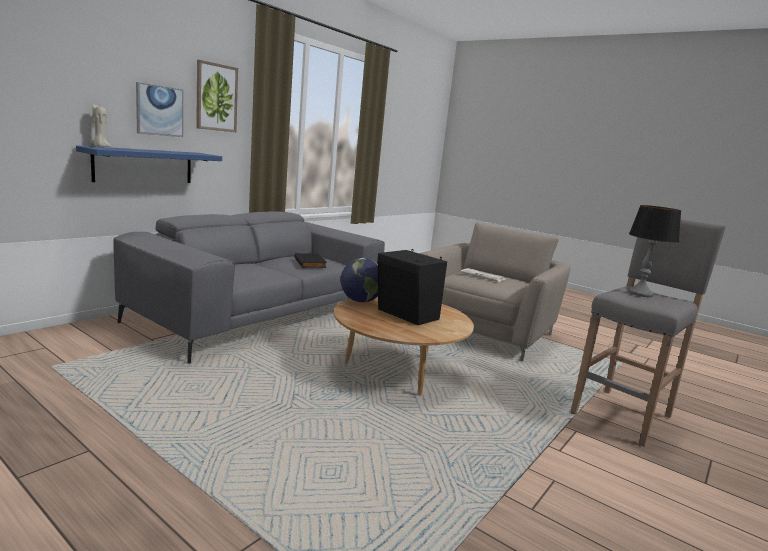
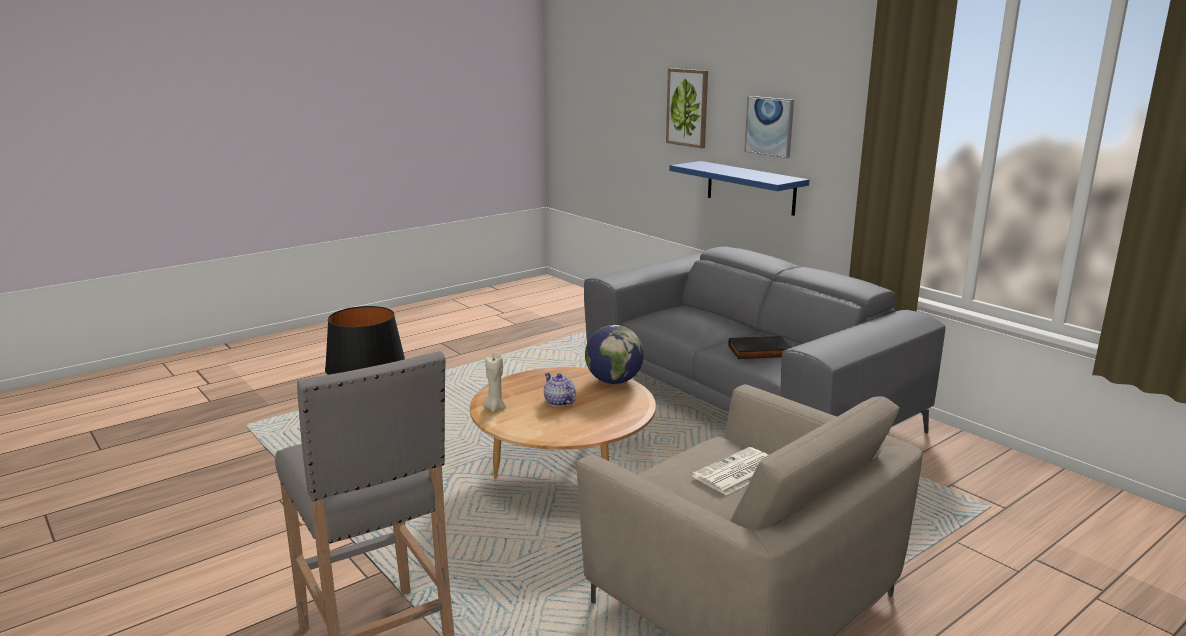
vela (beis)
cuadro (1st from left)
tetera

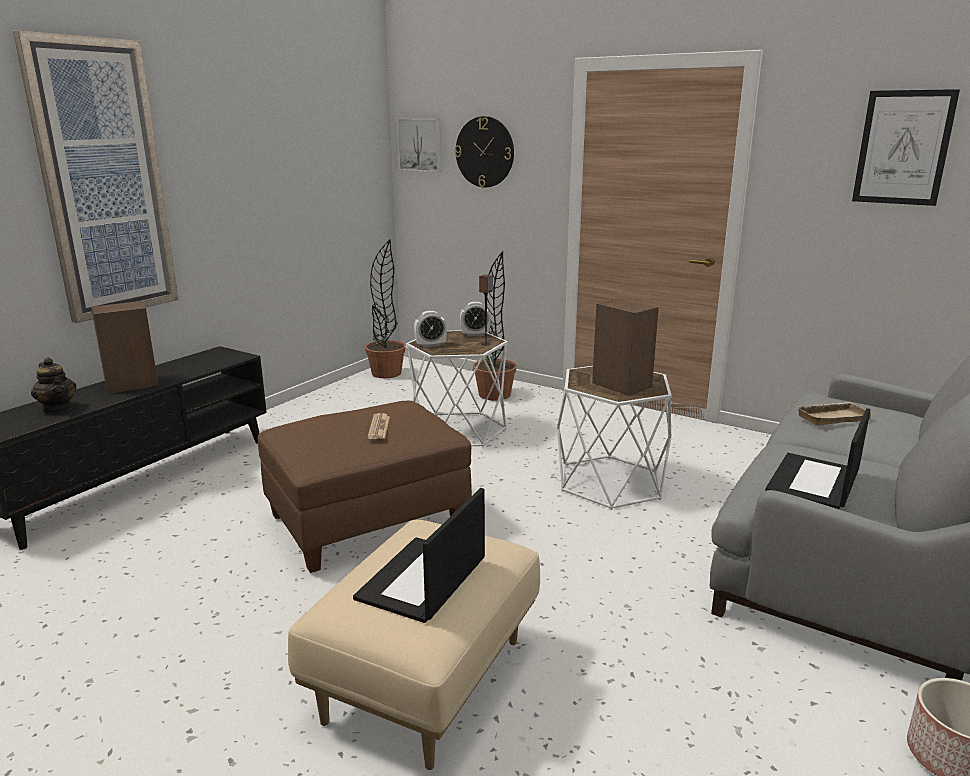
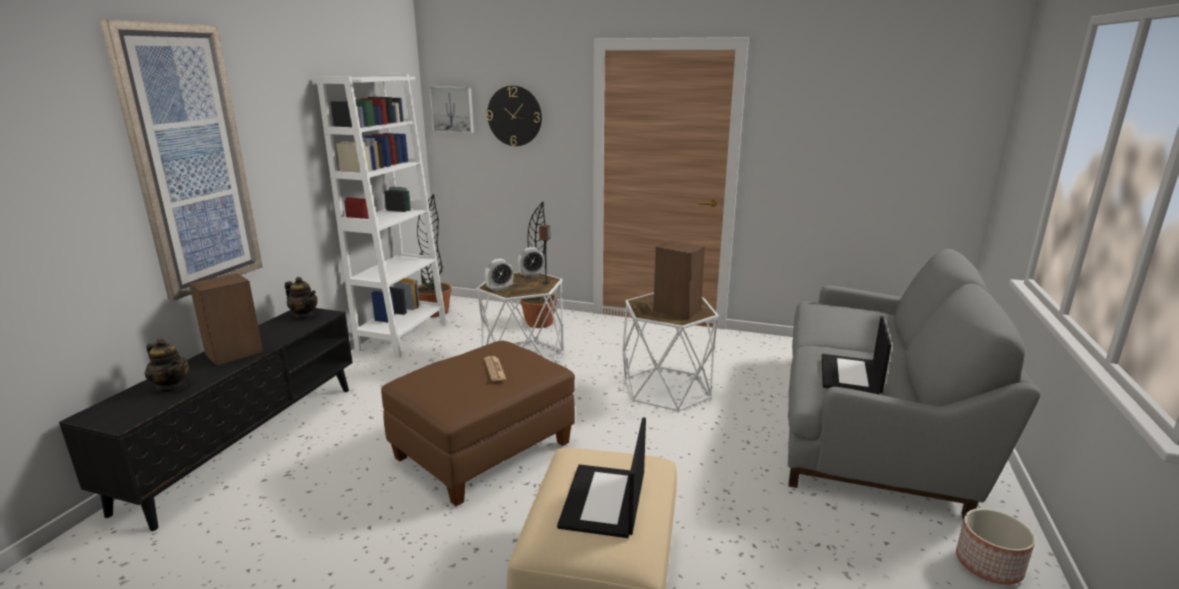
bandeja (beis)
cuadro (3rd from left in the first image)
tetera (2nd from left)
estantería (blanco)

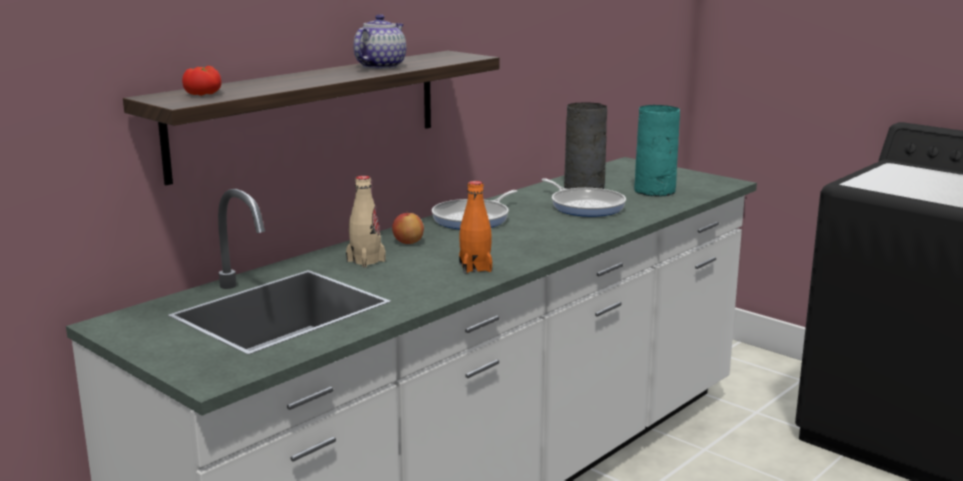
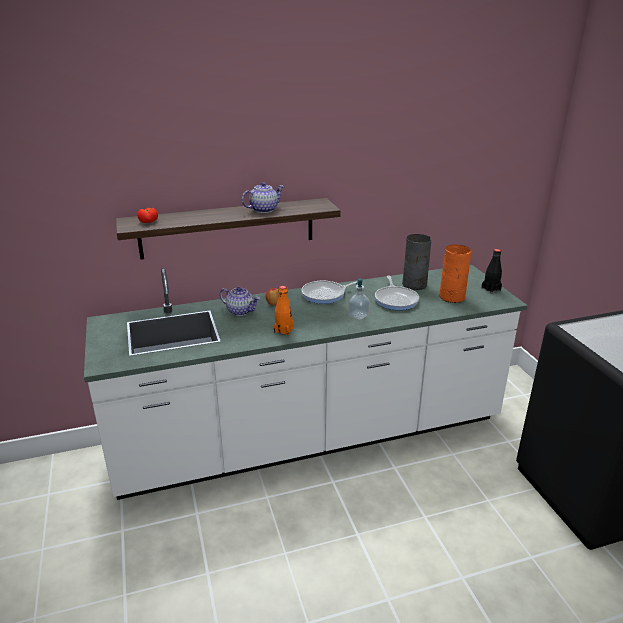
tetera (1st from left)
florero (naranja)
dispensador de jabón
botella (negro)

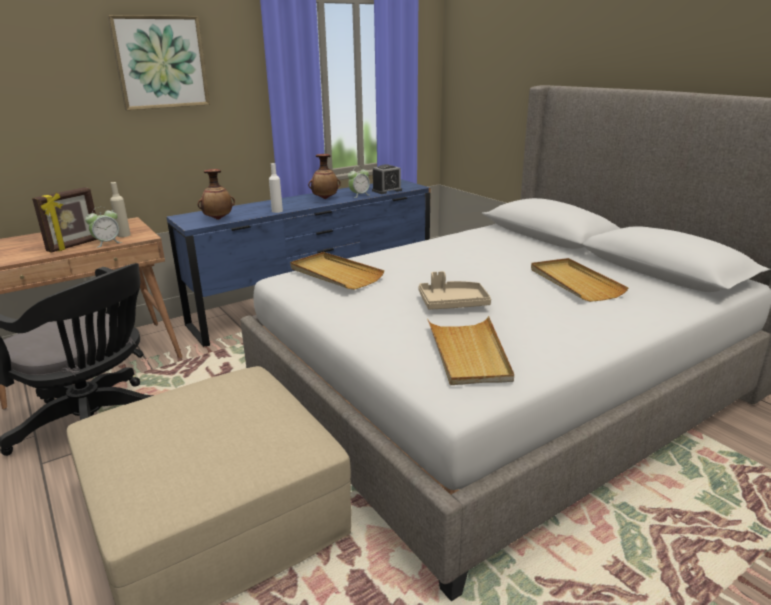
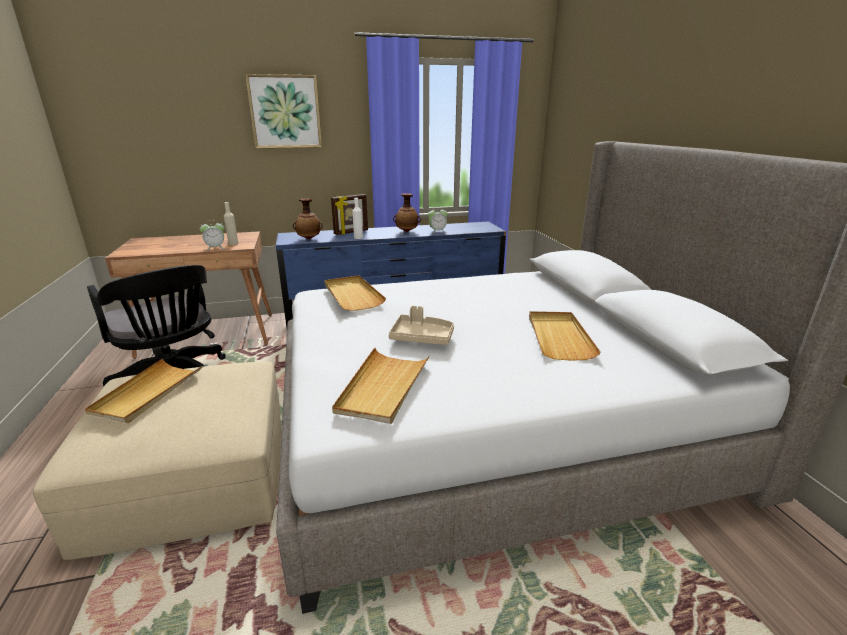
portarretratos
despertador (3rd from left in the first image)
bandeja (beis) (1st from left)

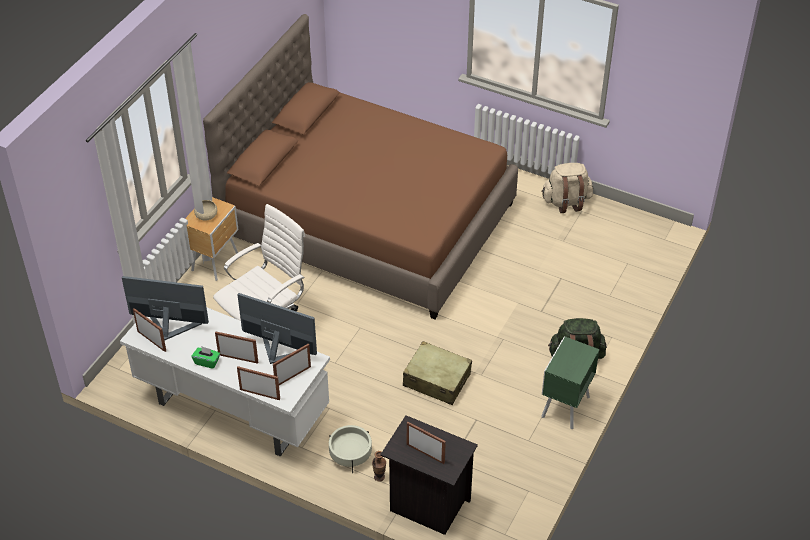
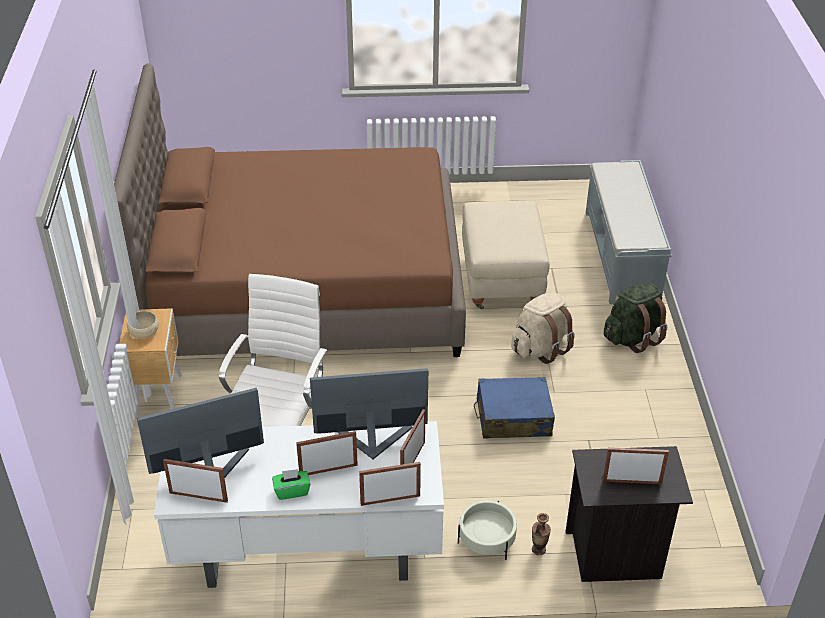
maleta (azul)
mochila (beis)
mesita de noche (verde)
puf (beis)
banco (gris)

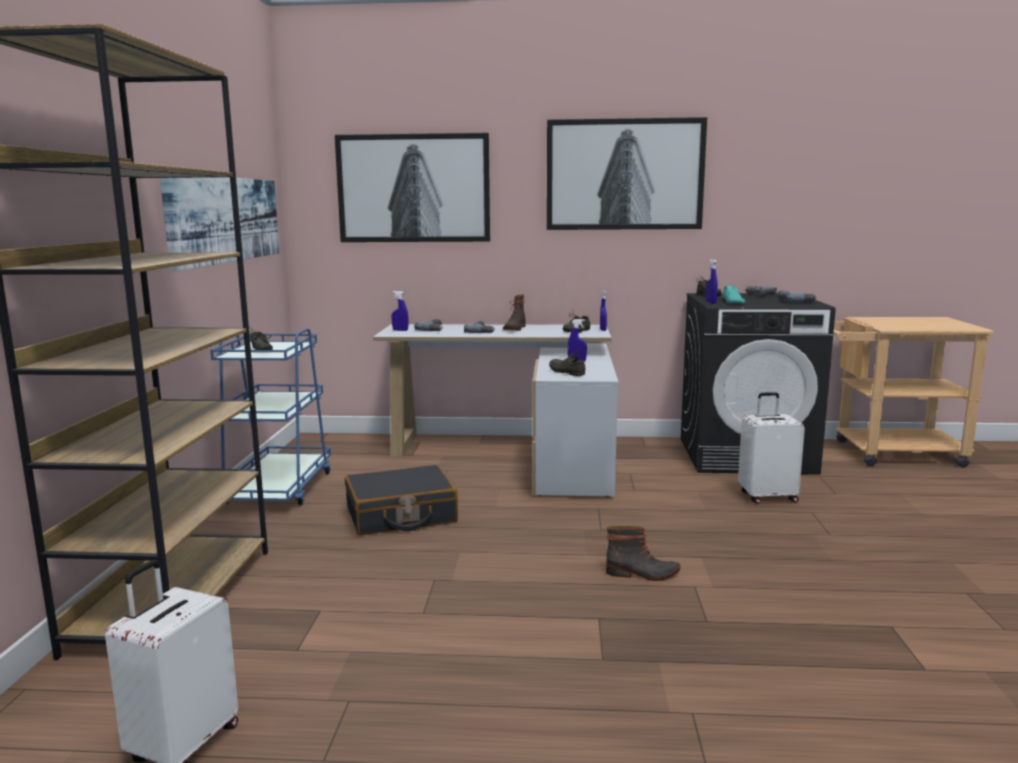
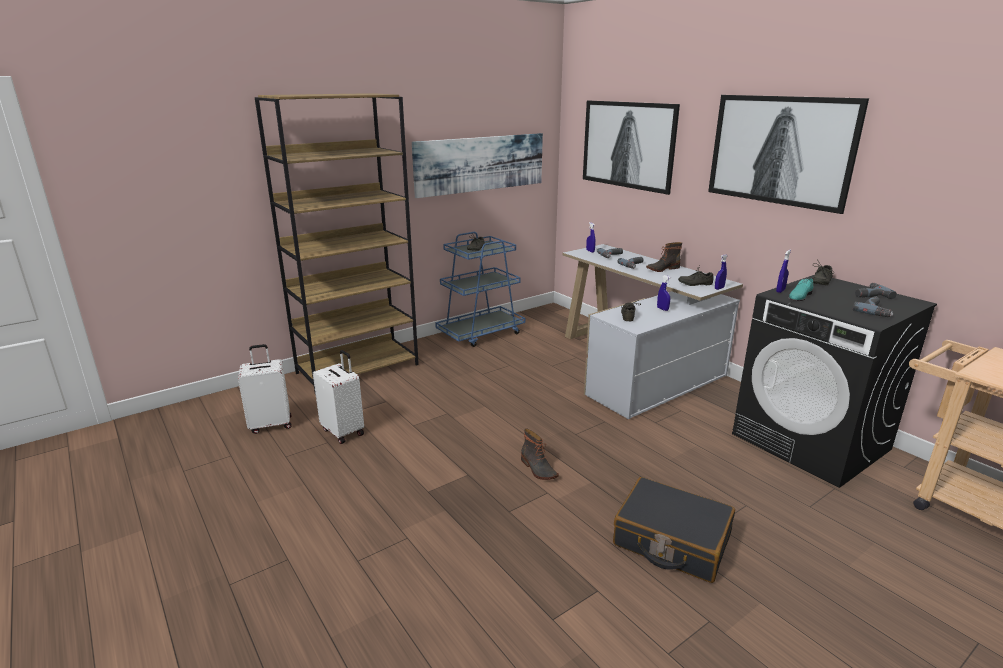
maleta (negro)
maleta (blanco) (2nd from left)

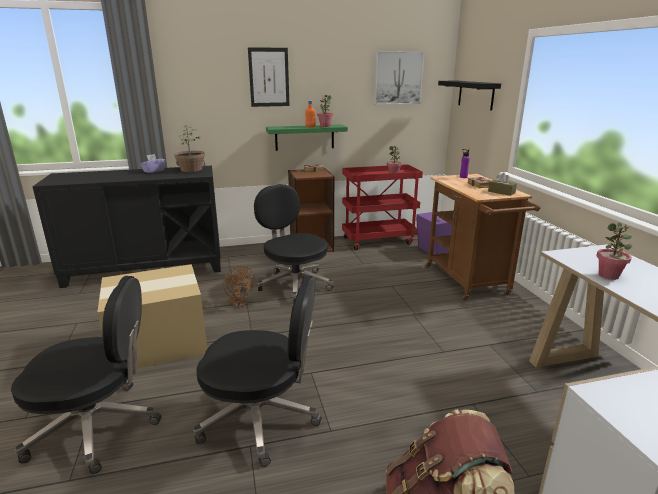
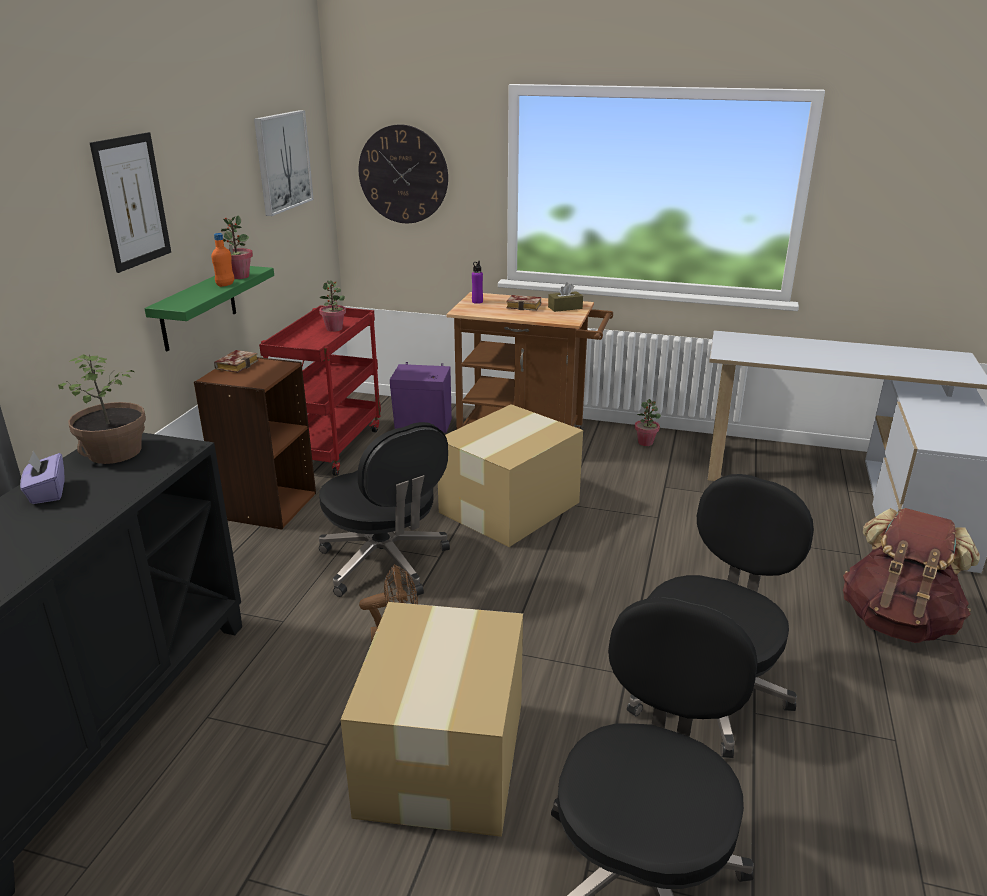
silla de oficina (negro) (1st from left)
reloj de pared
planta en maceta (4th from left)
caja de cartón (2nd from left)

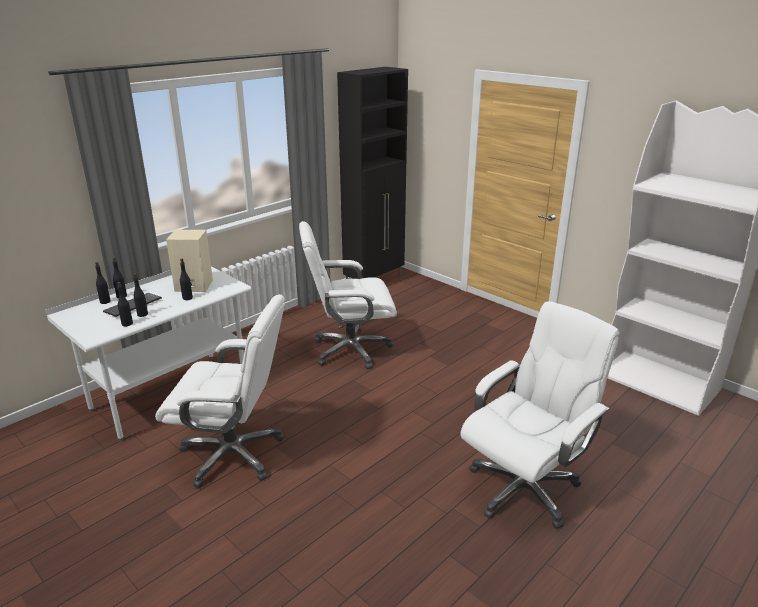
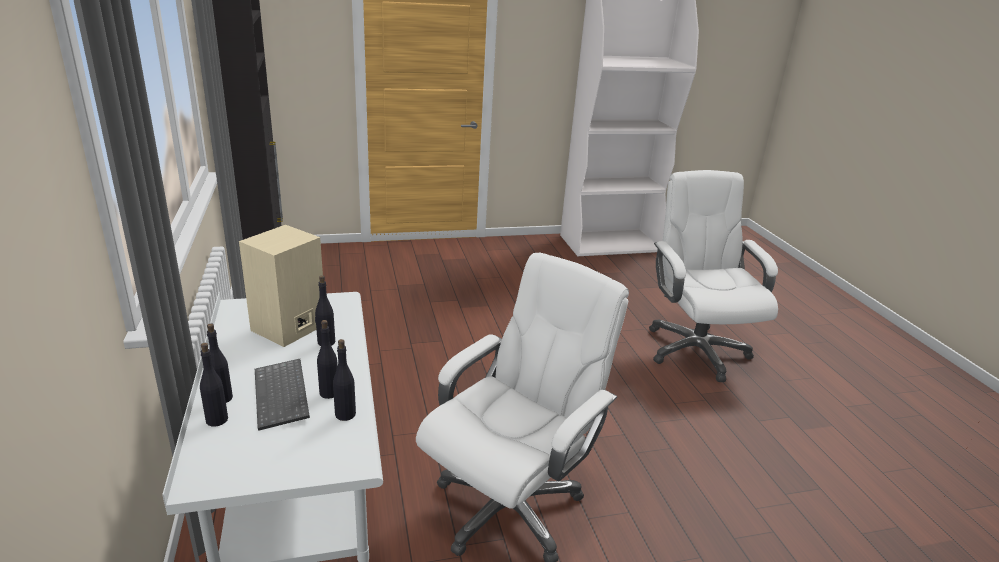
silla de oficina (blanco) (2nd from left in the first image)

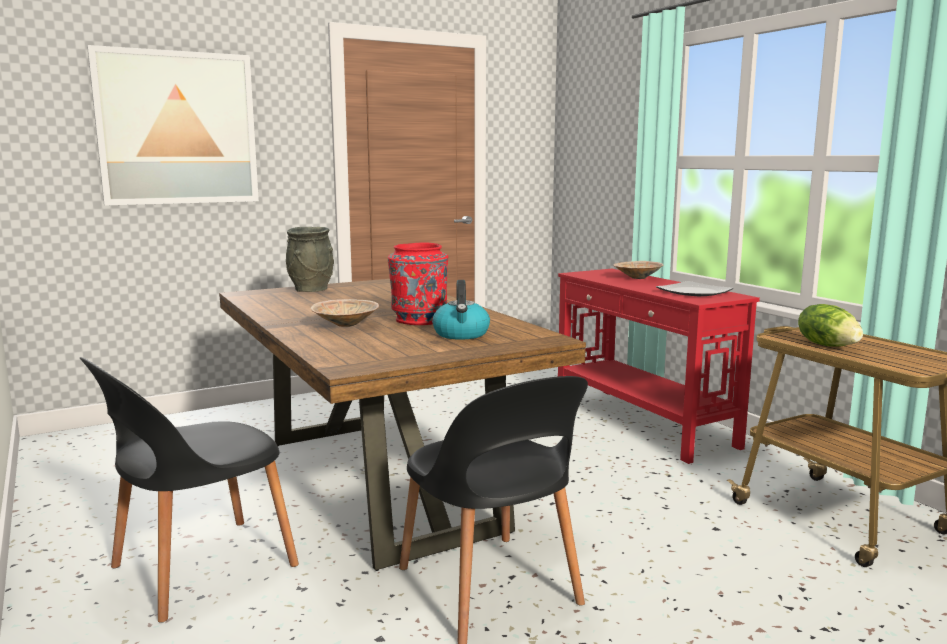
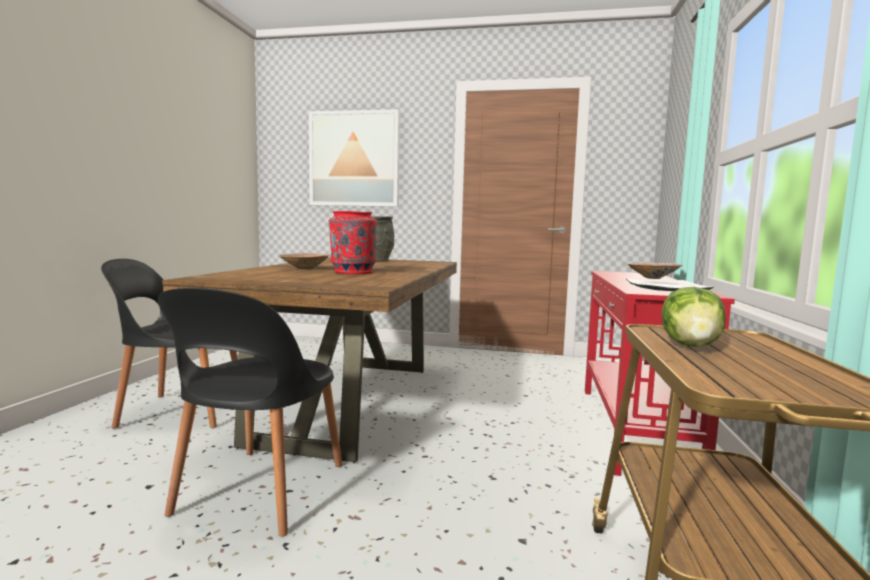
hervidor

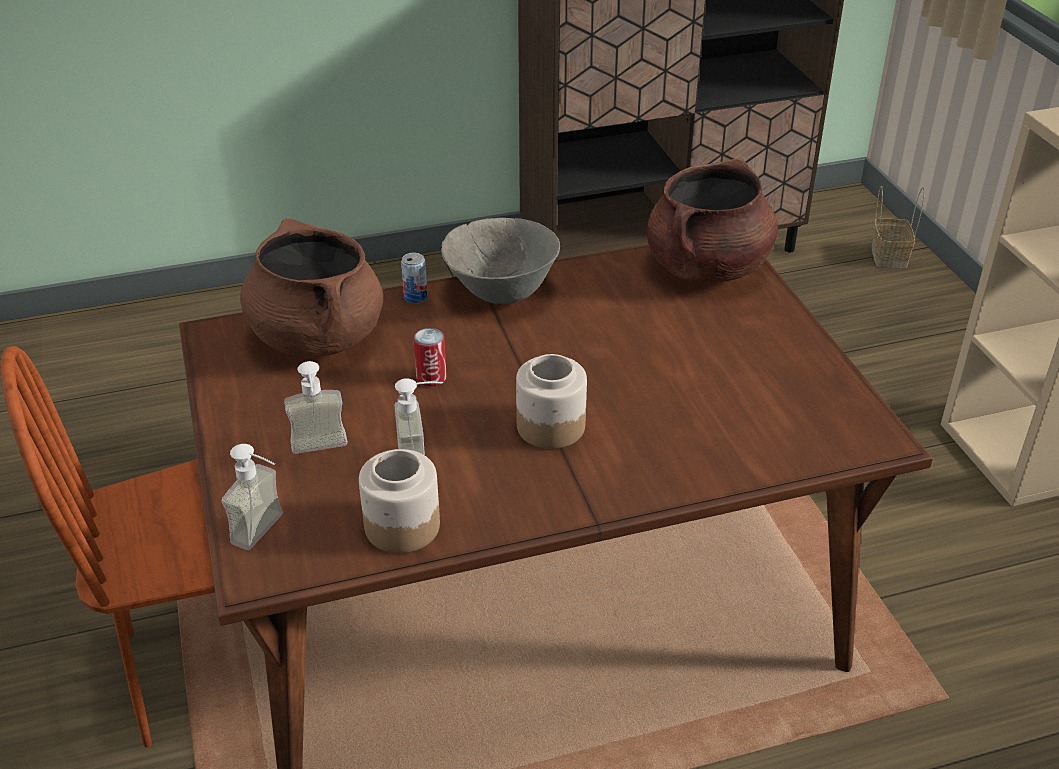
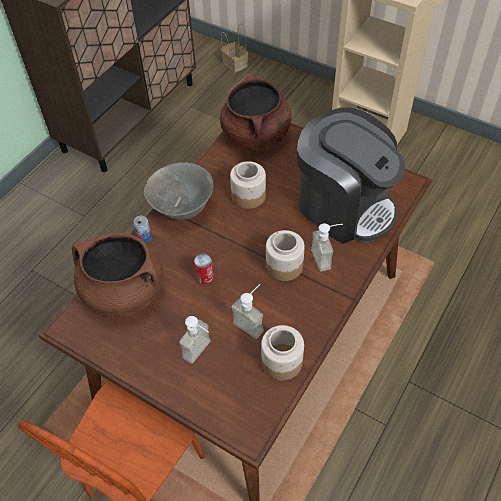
dispensador de jabón (3rd from left)
tarro (1st from left)
cafetera

